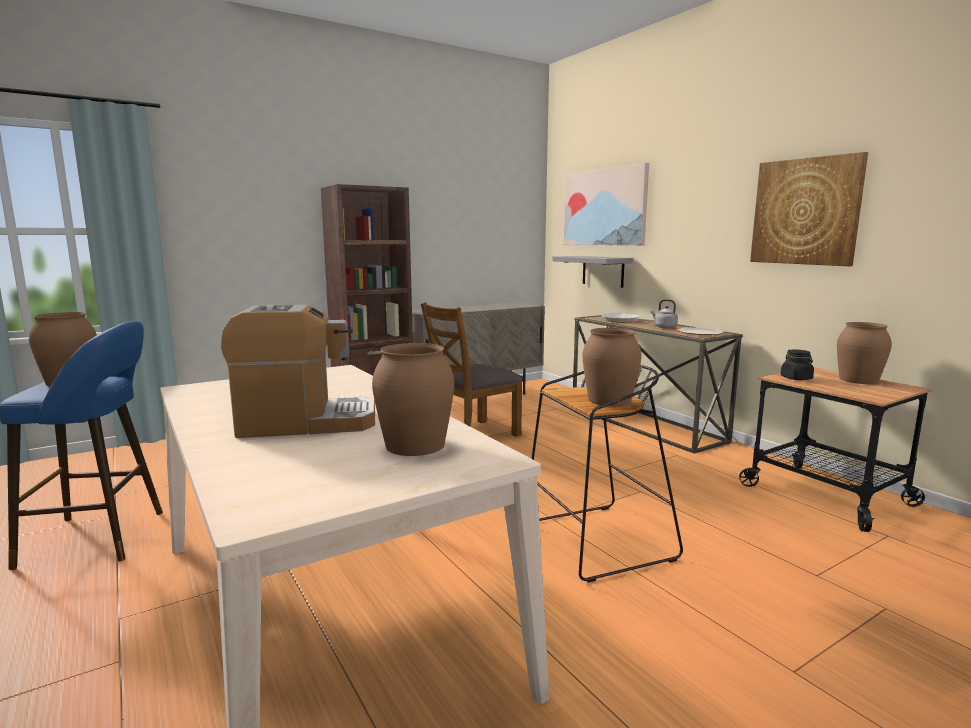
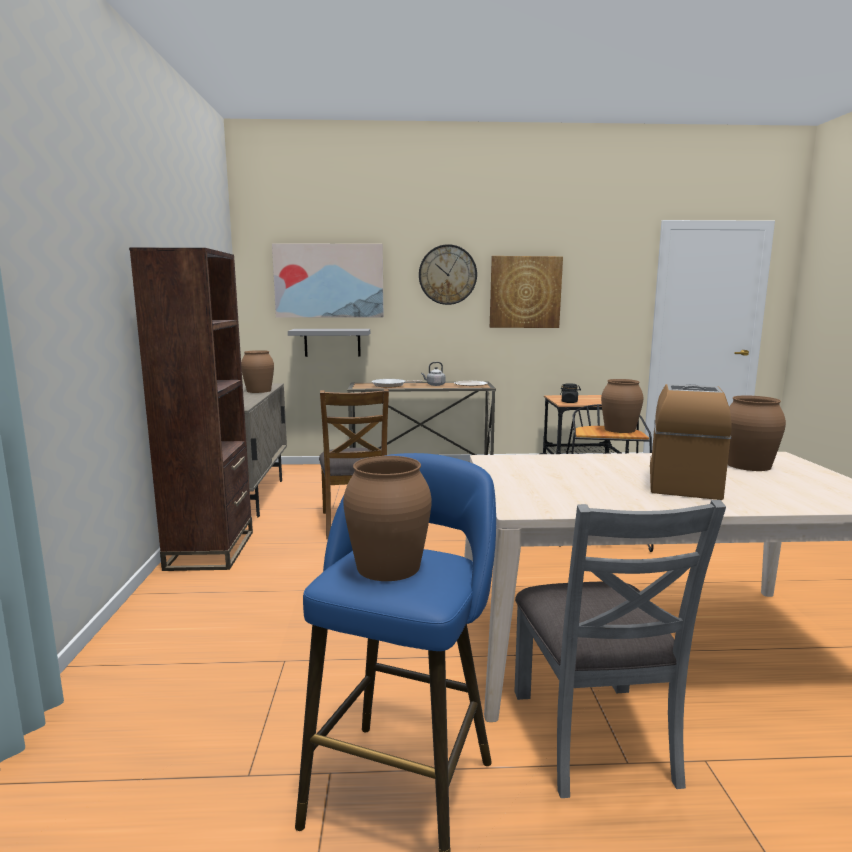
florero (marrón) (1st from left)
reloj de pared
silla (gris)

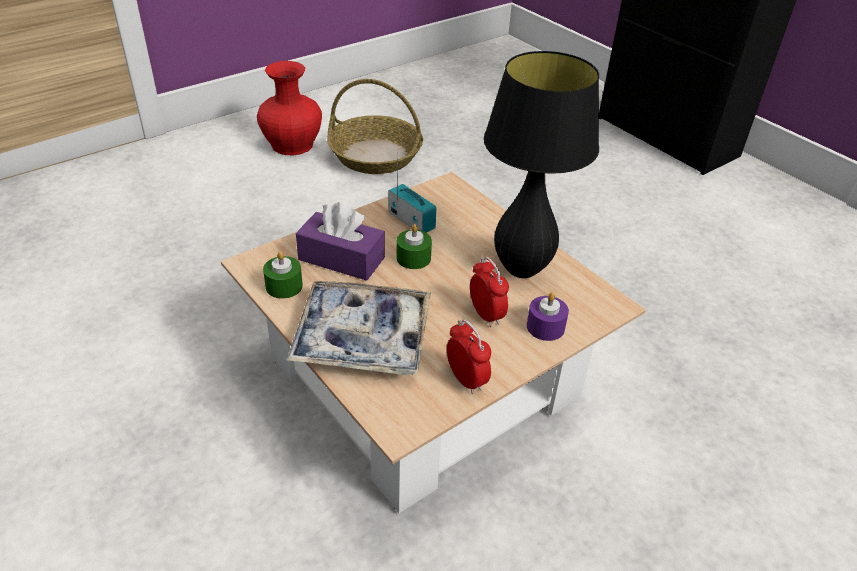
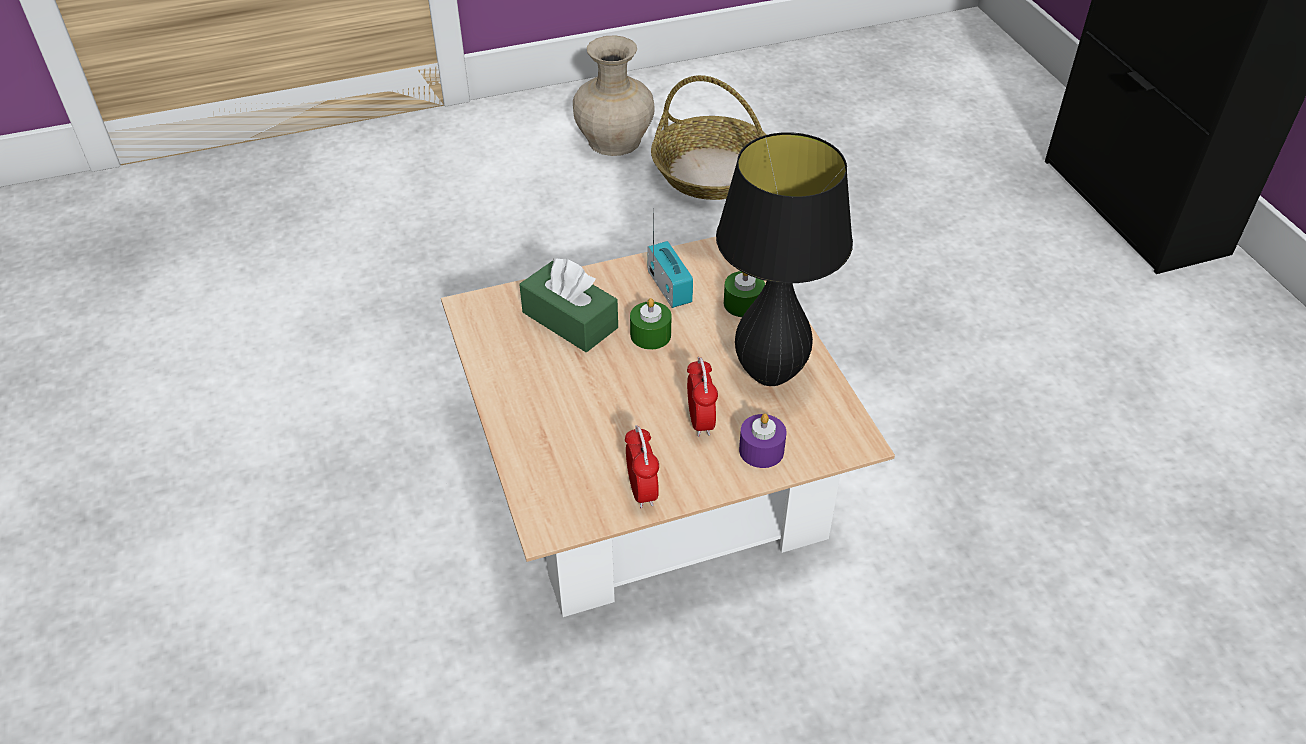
florero (beis)
vela (verde) (2nd from left)
bandeja
caja de pañuelos (verde)

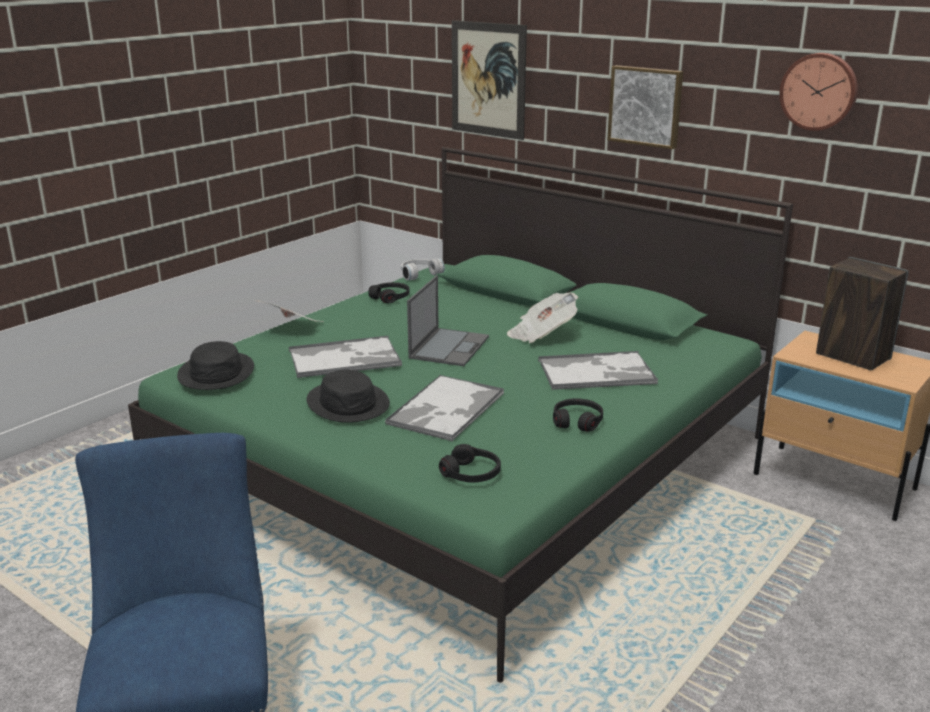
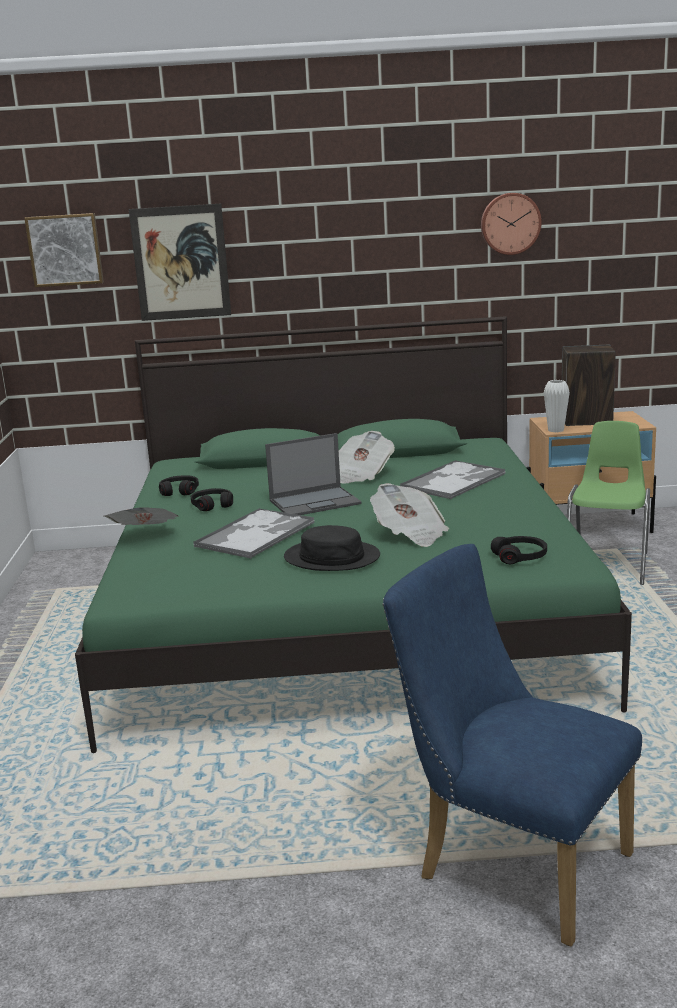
sombrero (negro) (1st from left in the first image)
periódico (3rd from left)
auriculares (blanco)
portátil
auriculares (negro) (2nd from left)
cuadro (1st from left)
florero (blanco)
silla (verde)

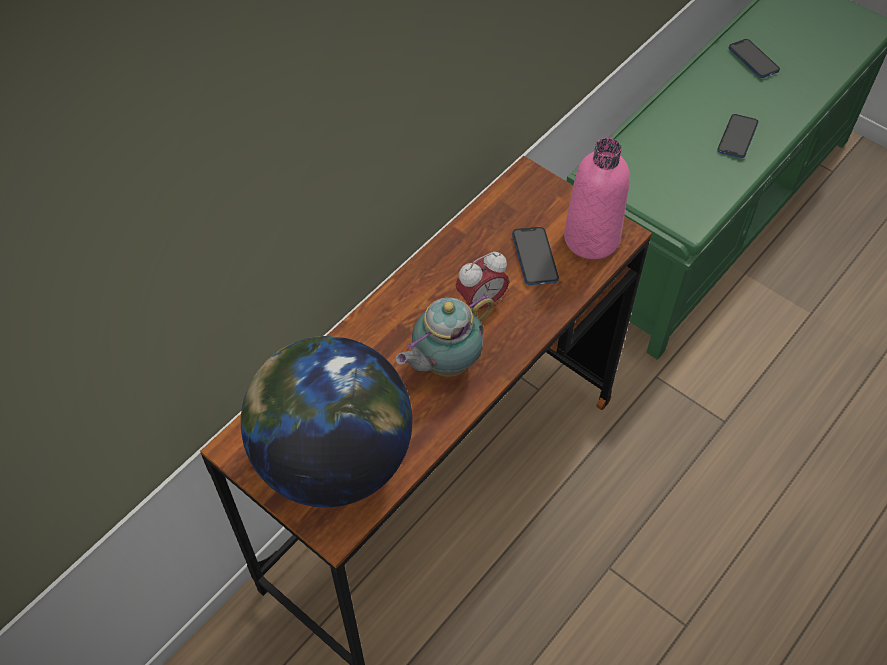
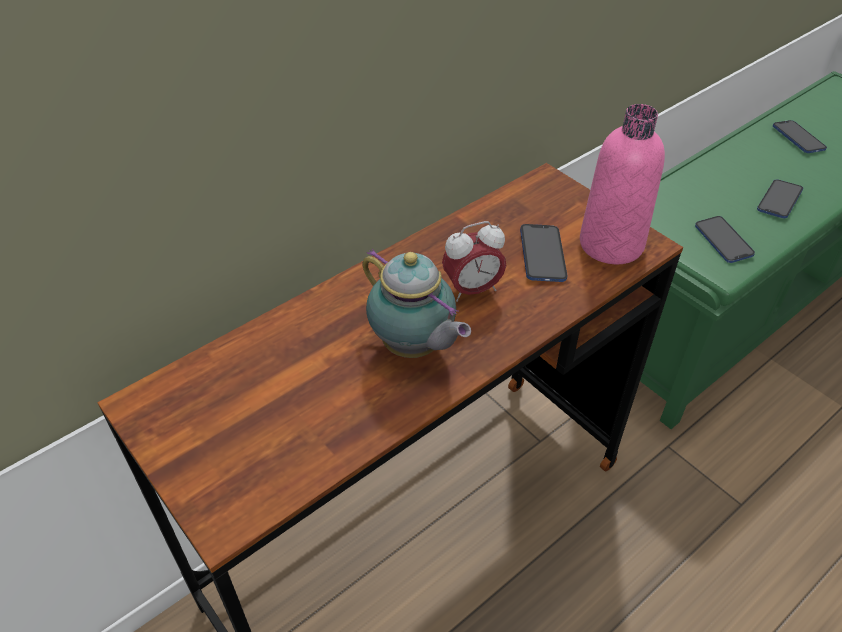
globo terráqueo
tetera
móvil (2nd from left)

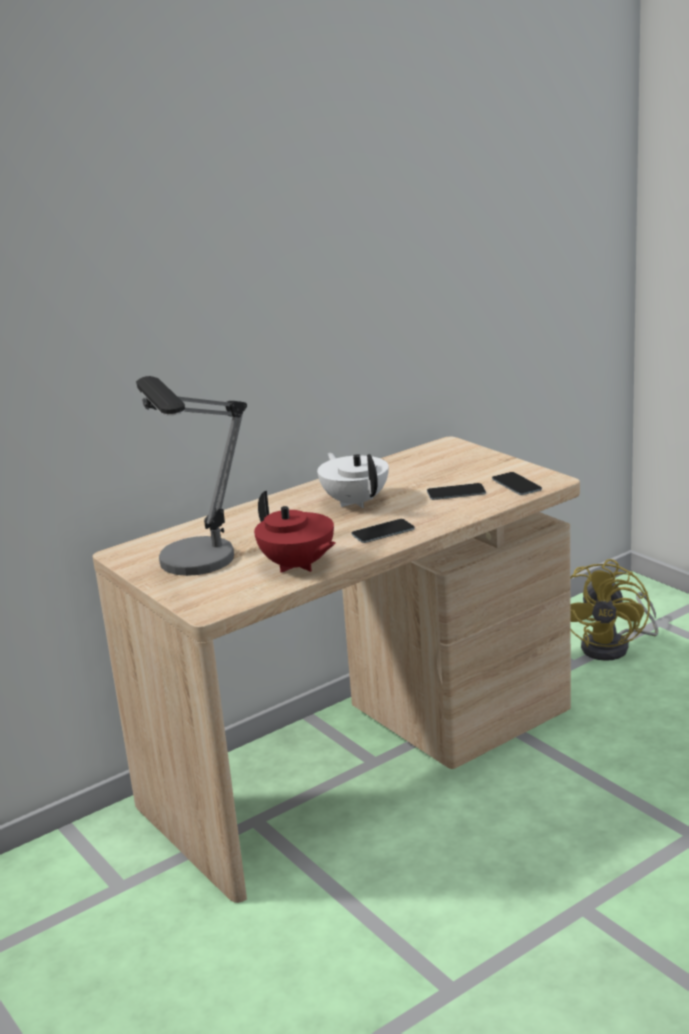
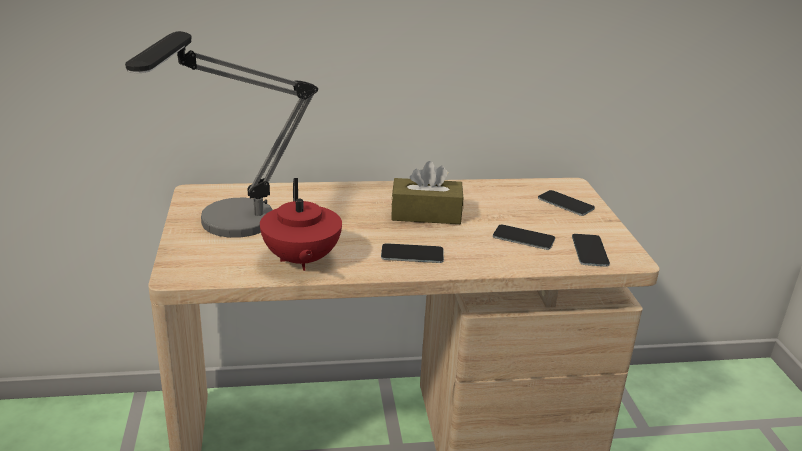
caja de pañuelos (marrón)
ventilador (amarillo)
móvil (3rd from left)

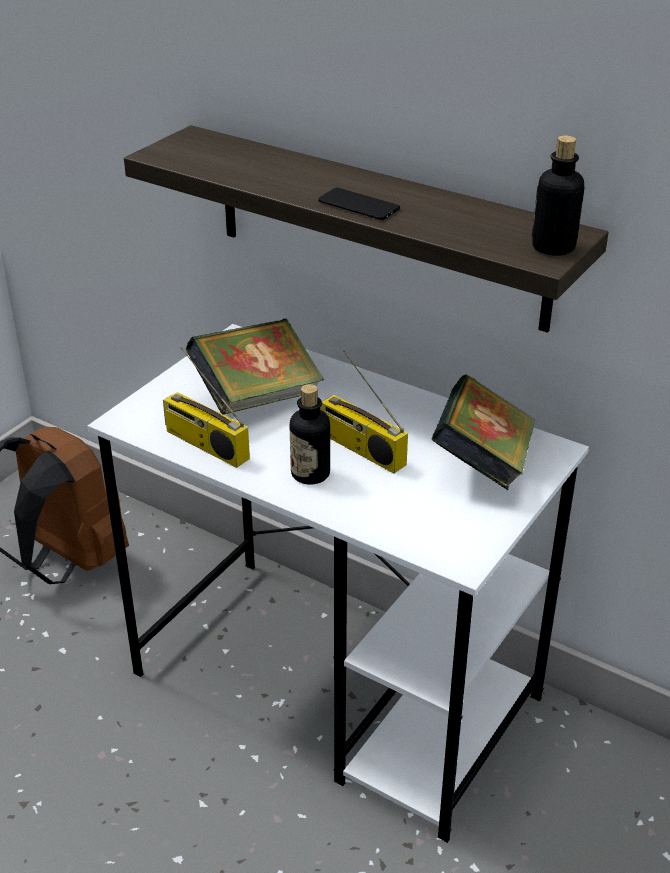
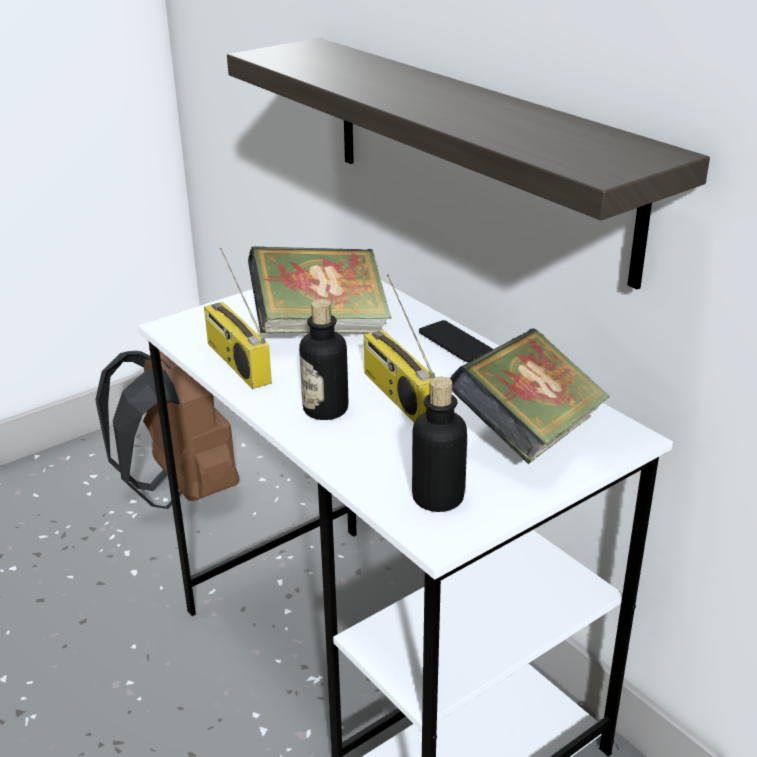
móvil
botella (2nd from left)

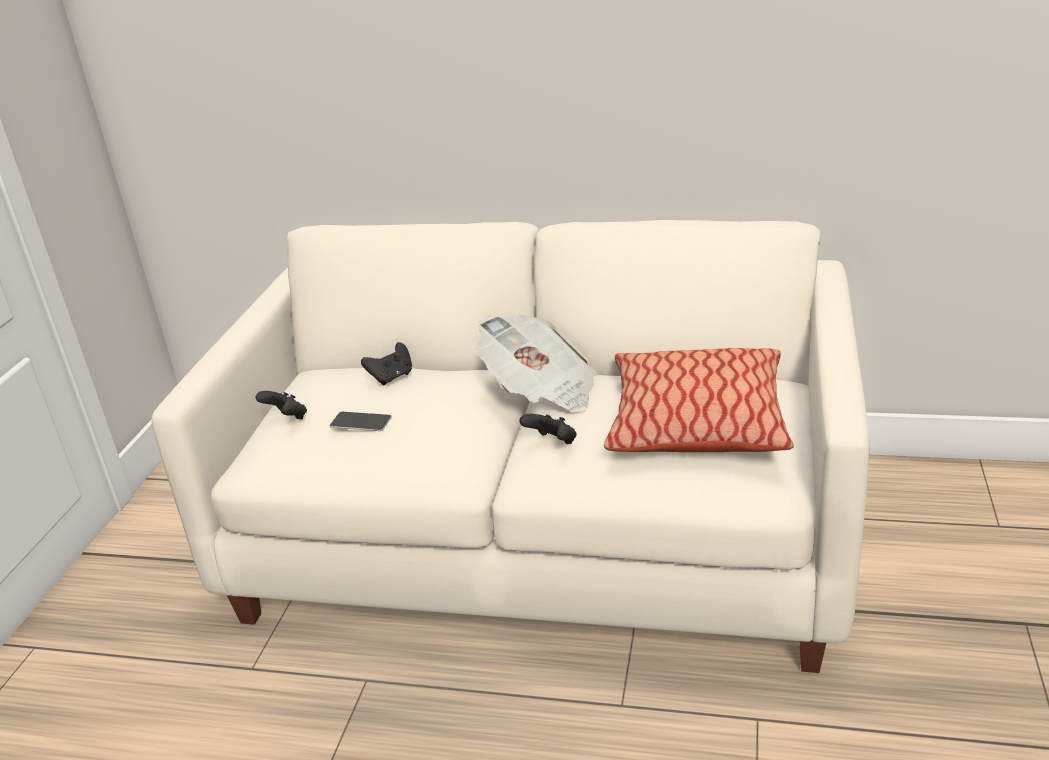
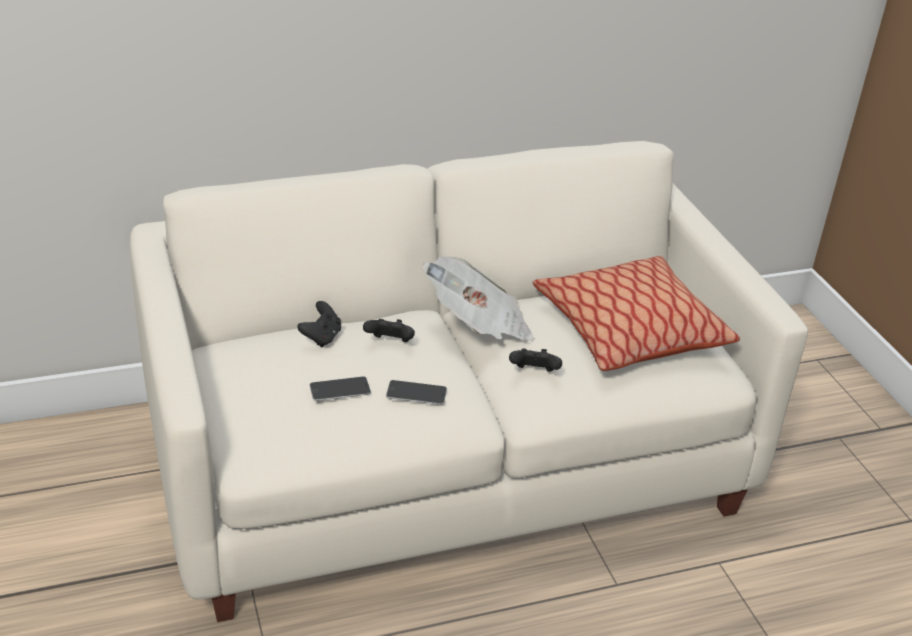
mando de consola (negro) (2nd from left)
móvil (2nd from left)

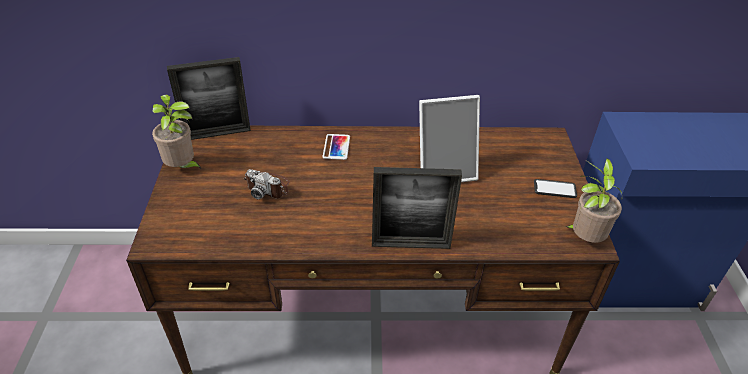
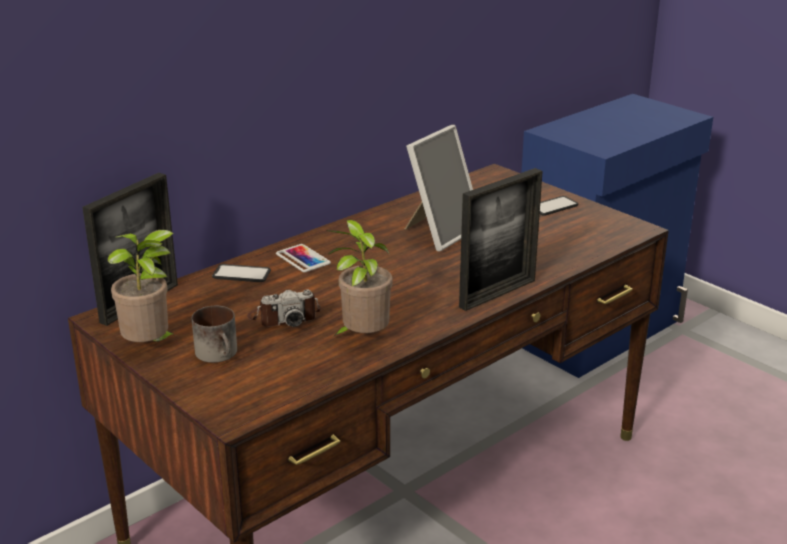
planta en maceta (2nd from left)
taza grande
móvil (1st from left)

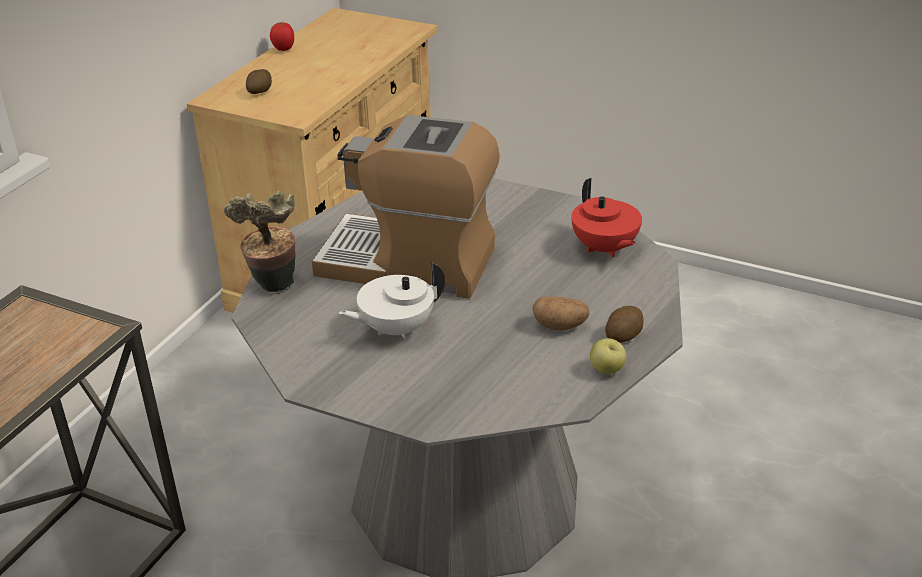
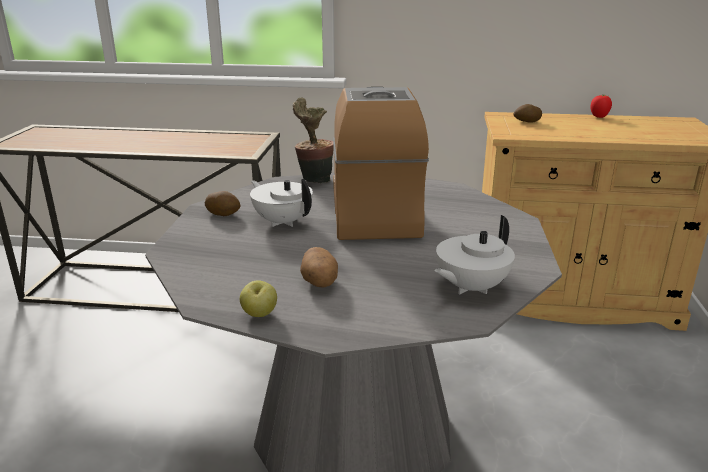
tetera (blanco) (2nd from left)
patata (1st from left)

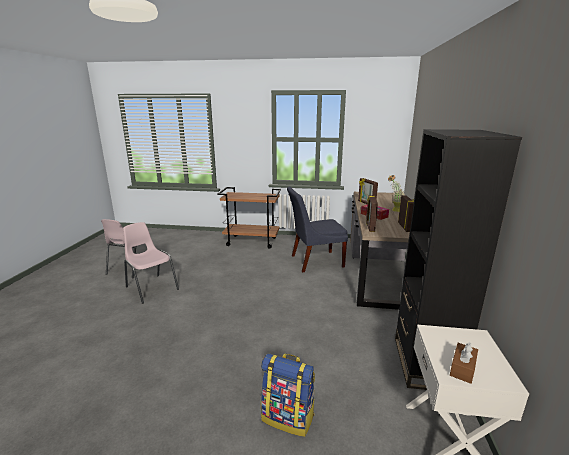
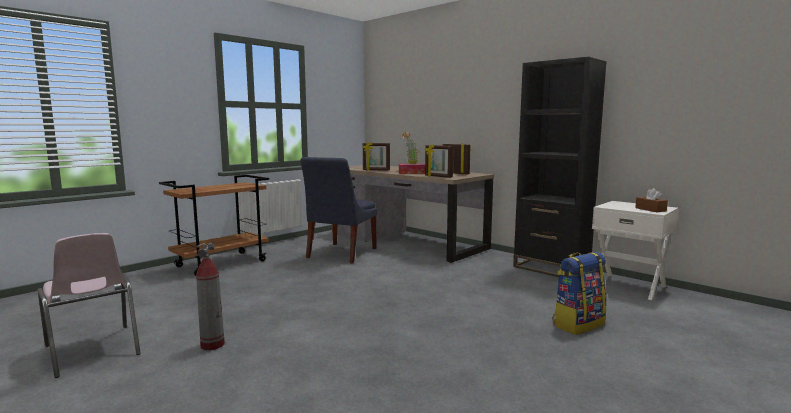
extintor

